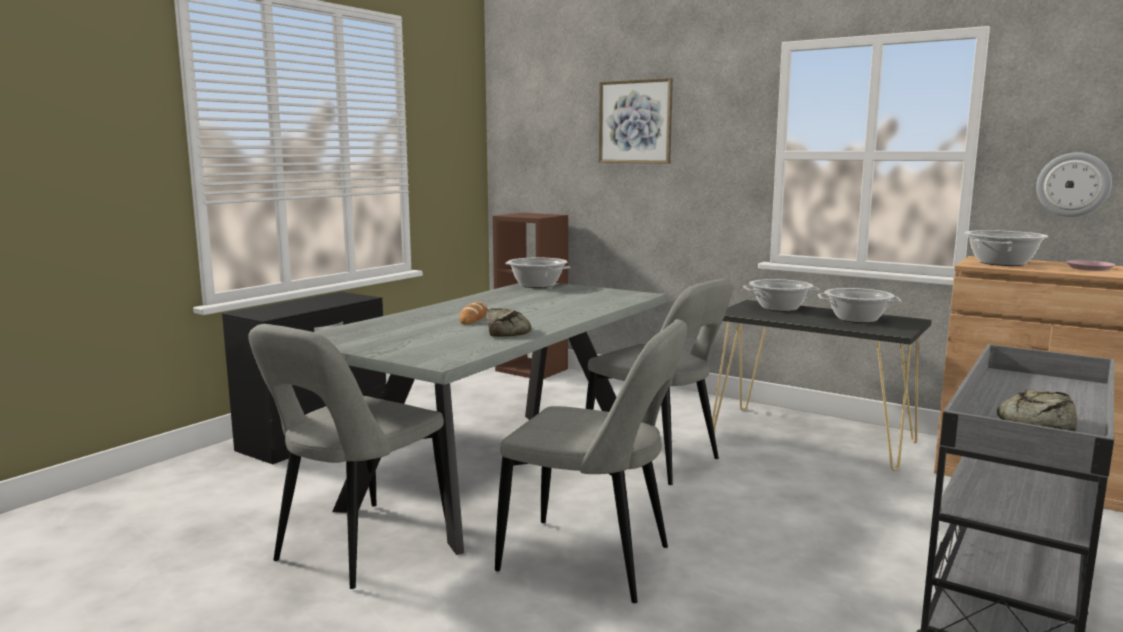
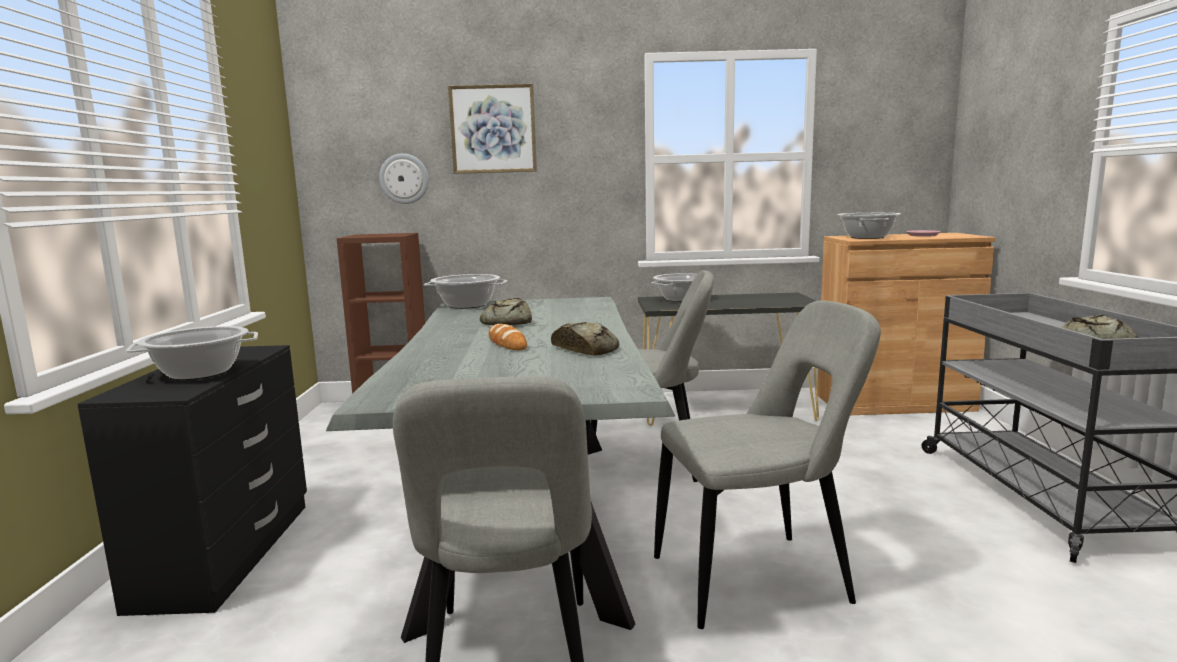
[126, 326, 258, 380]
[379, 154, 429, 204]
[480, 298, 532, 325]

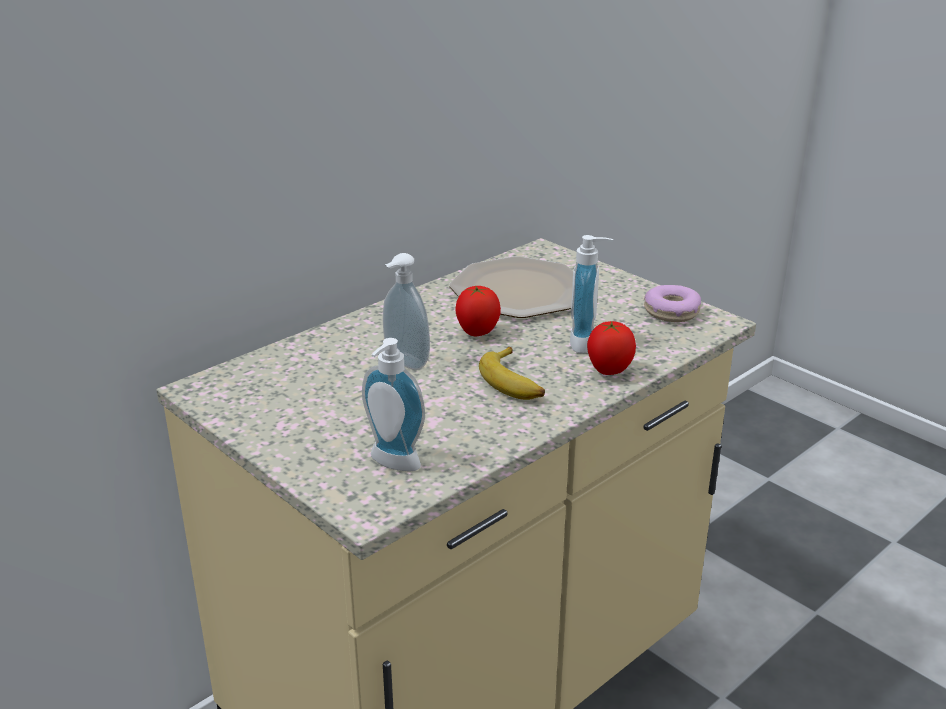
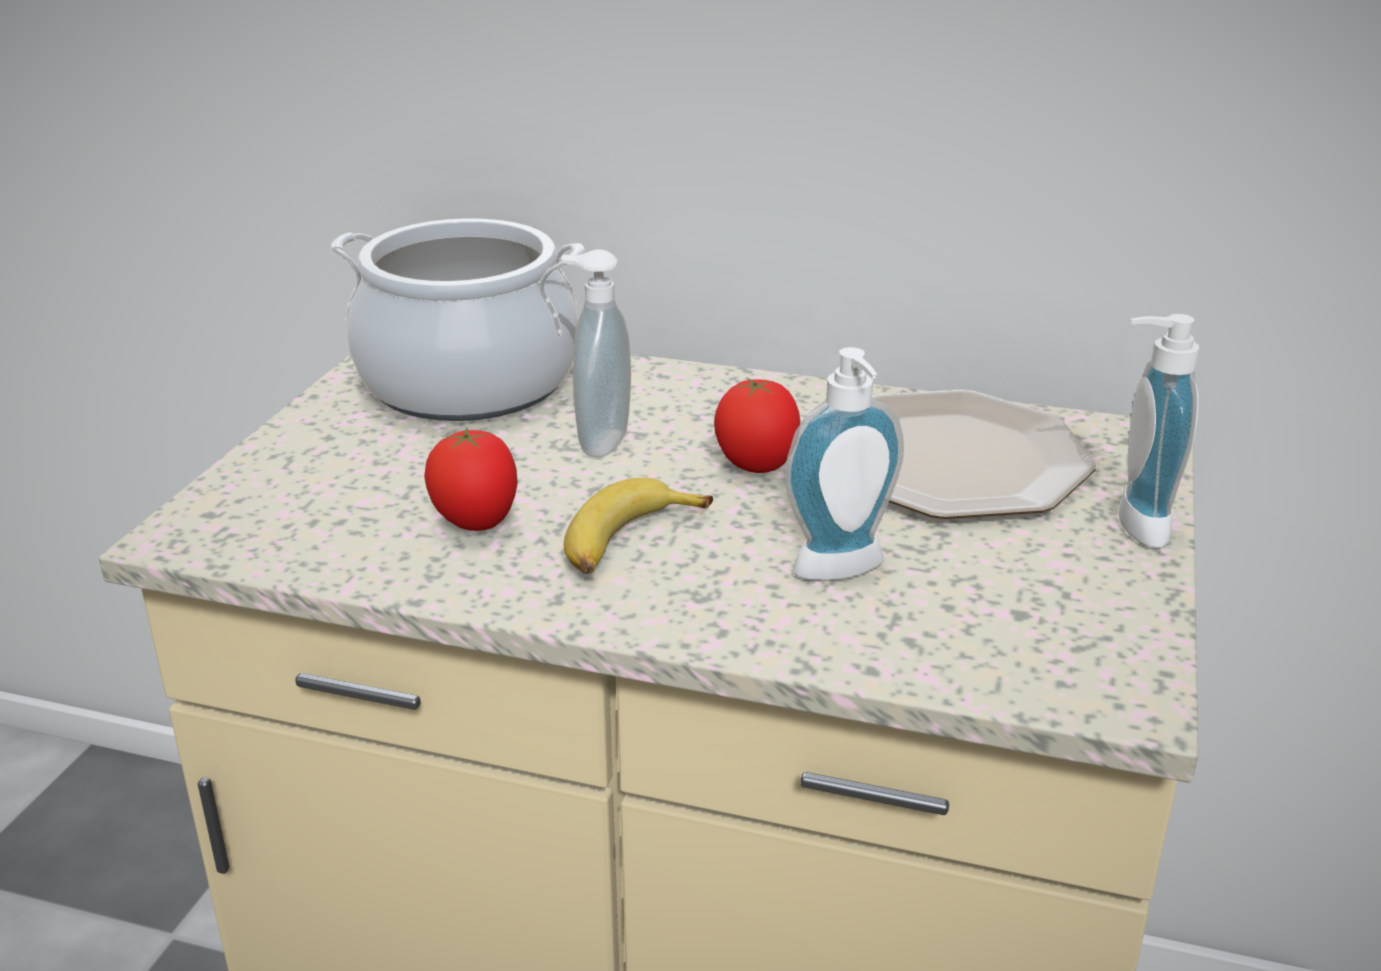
[1118, 314, 1199, 548]
[424, 427, 517, 531]
[644, 285, 701, 322] (first image)
[331, 218, 585, 421]

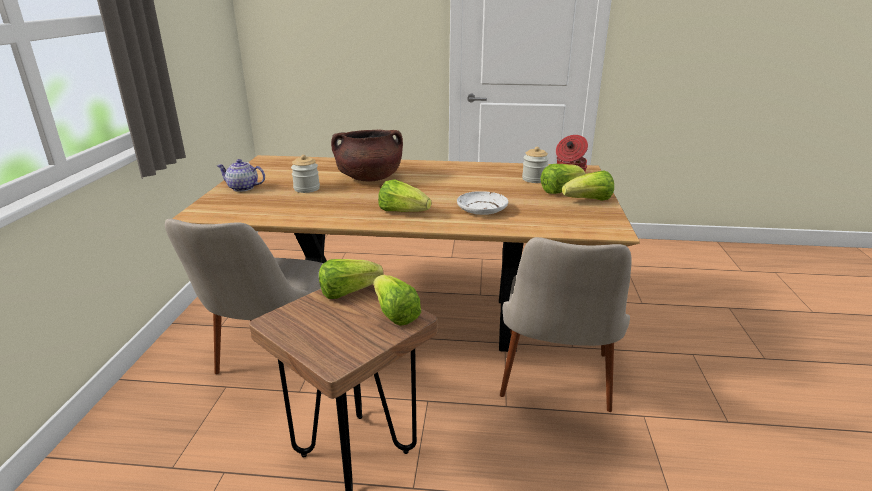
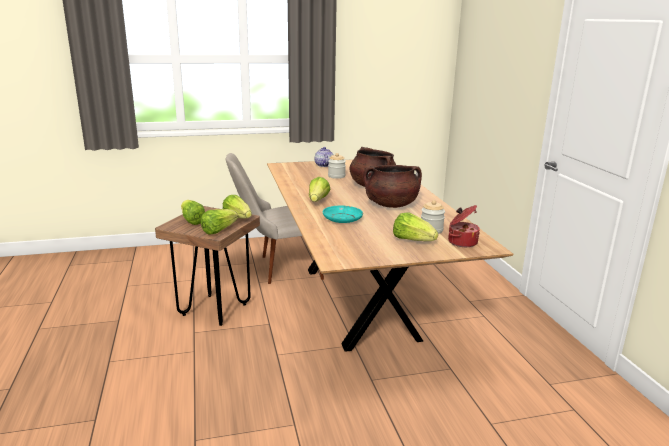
[323, 206, 363, 223]
[500, 237, 632, 412] (first image)
[181, 200, 205, 225]
[363, 165, 422, 208]

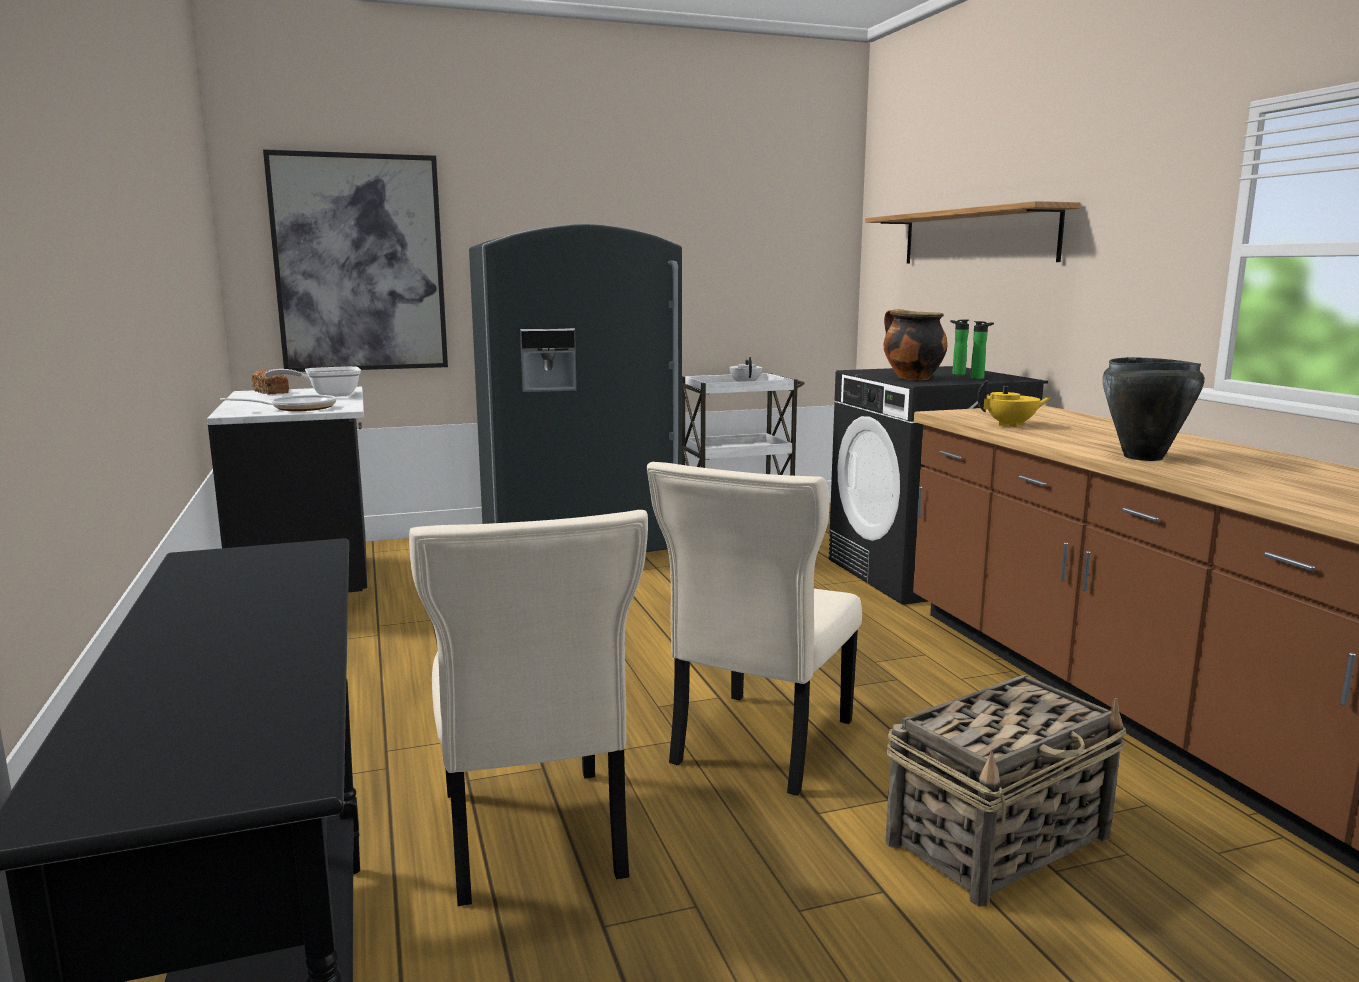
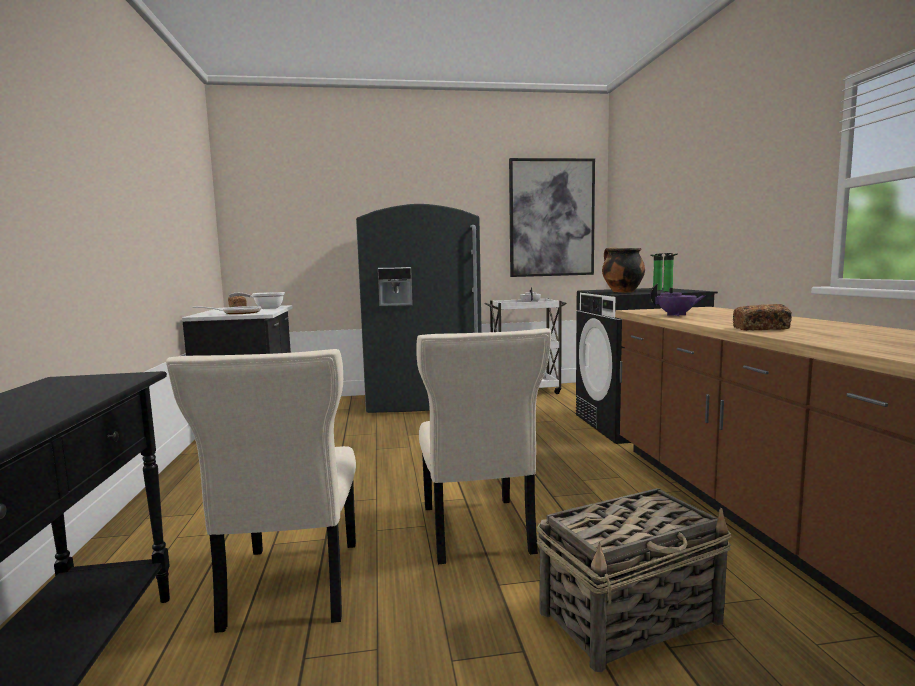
[509, 158, 595, 277]
[416, 328, 551, 564]
[865, 201, 1080, 263] (first image)
[650, 284, 705, 316]
[733, 304, 792, 331]

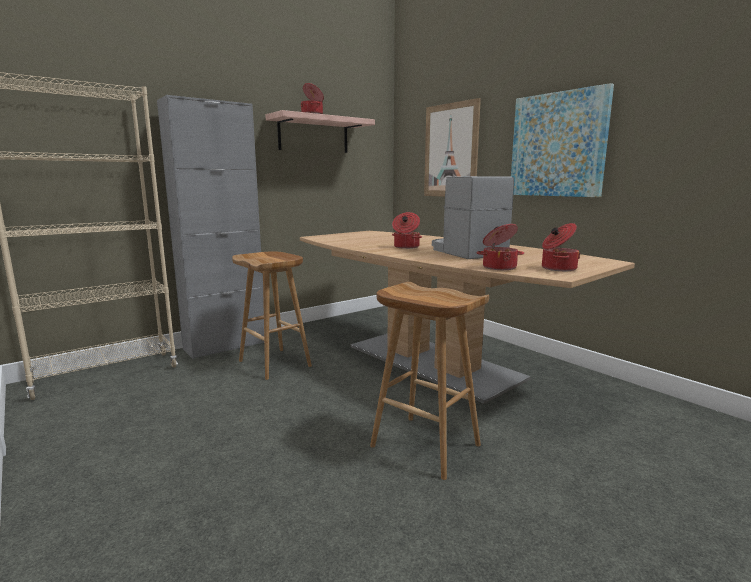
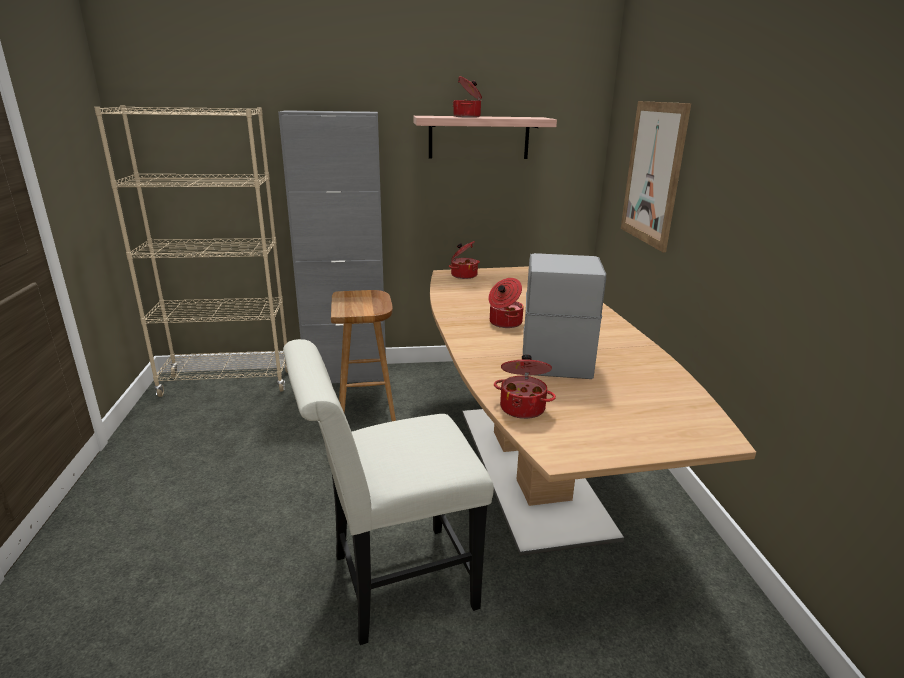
[283, 339, 494, 645]
[511, 83, 614, 197] (first image)
[449, 241, 480, 279]

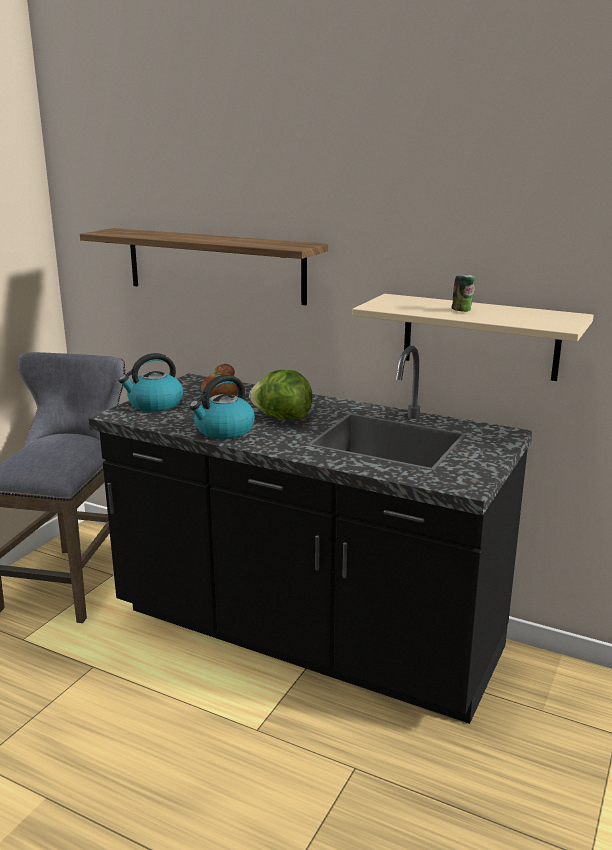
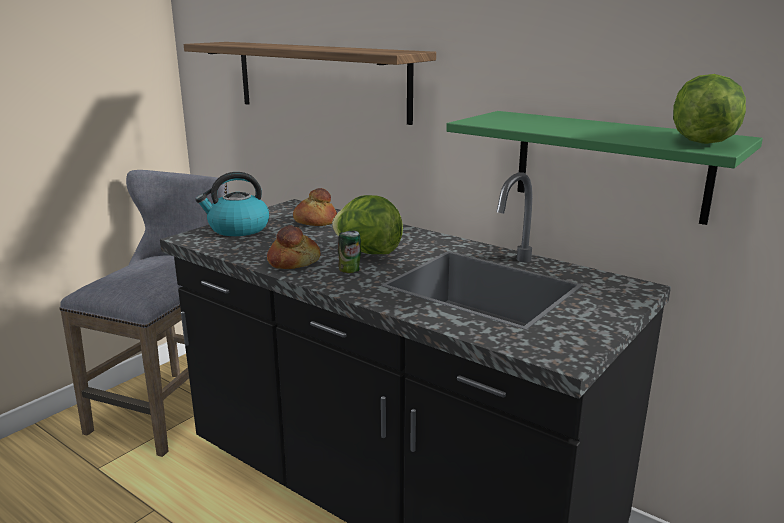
[267, 225, 321, 269]
[446, 111, 763, 225]
[338, 231, 361, 273]
[673, 74, 746, 144]

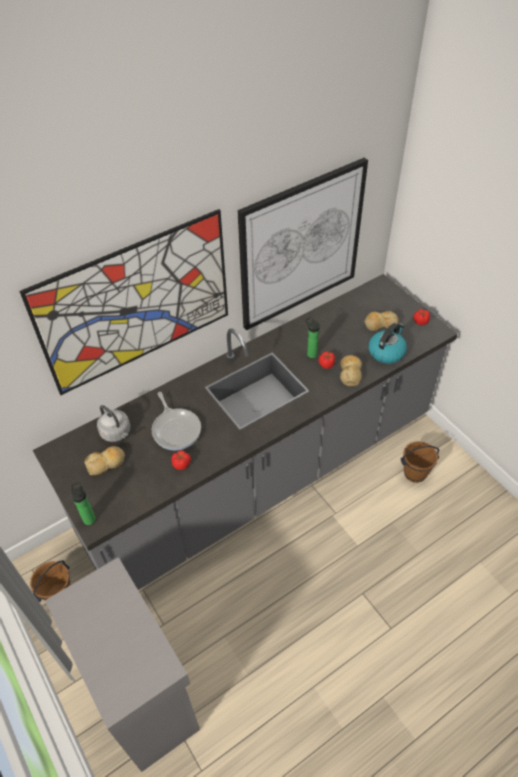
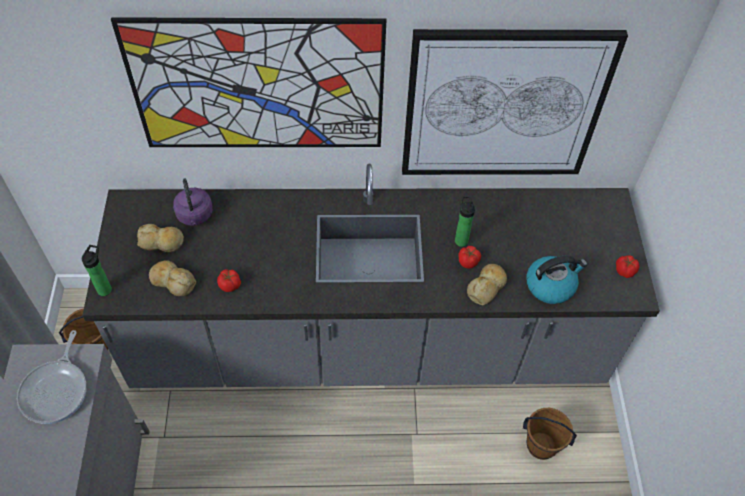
[173, 179, 213, 226]
[17, 330, 86, 424]
[149, 260, 196, 296]

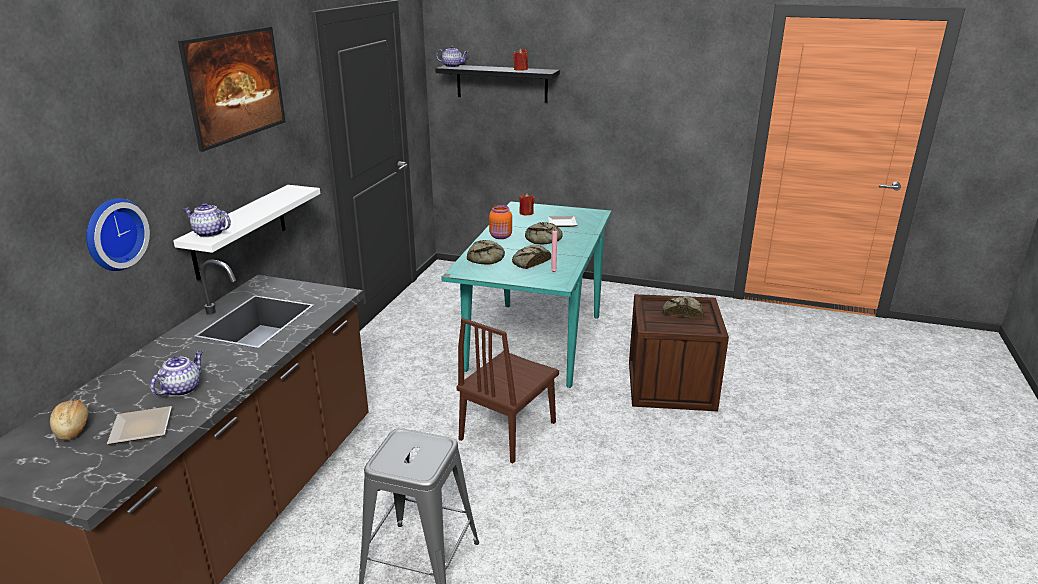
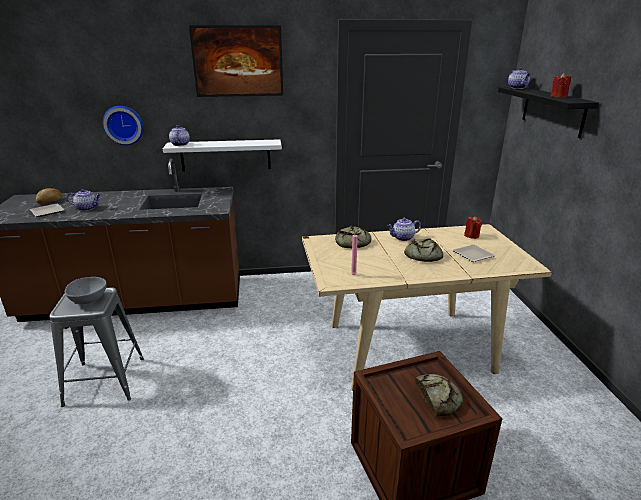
[302, 224, 552, 390]
[456, 318, 559, 463] (first image)
[387, 218, 421, 241]
[512, 245, 551, 269] (first image)
[65, 277, 107, 304]

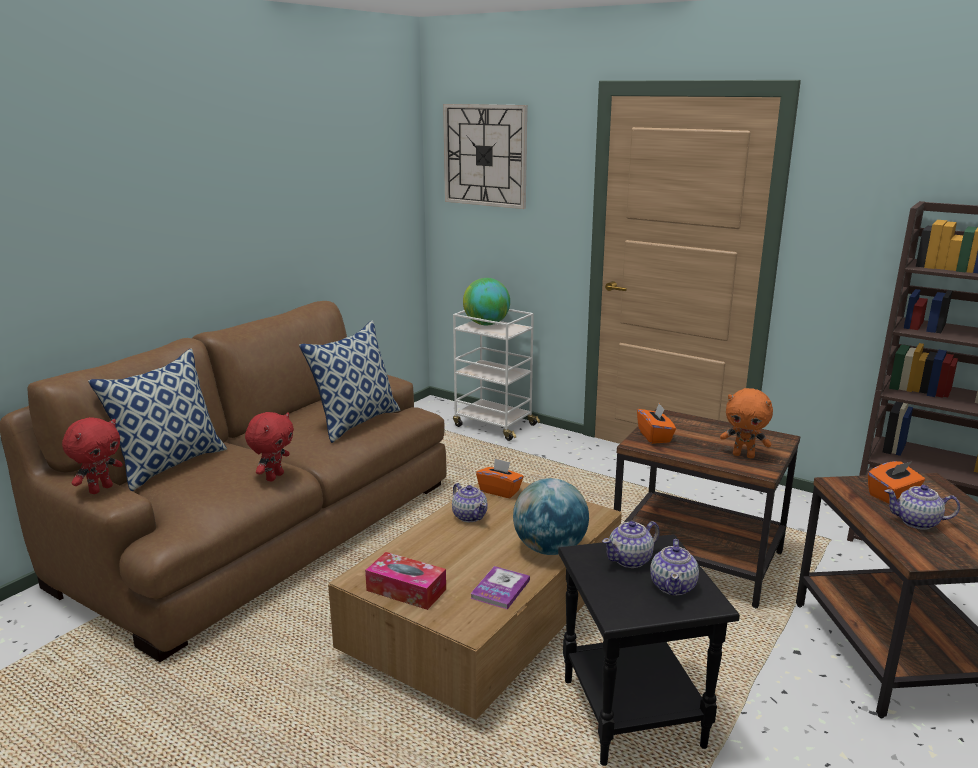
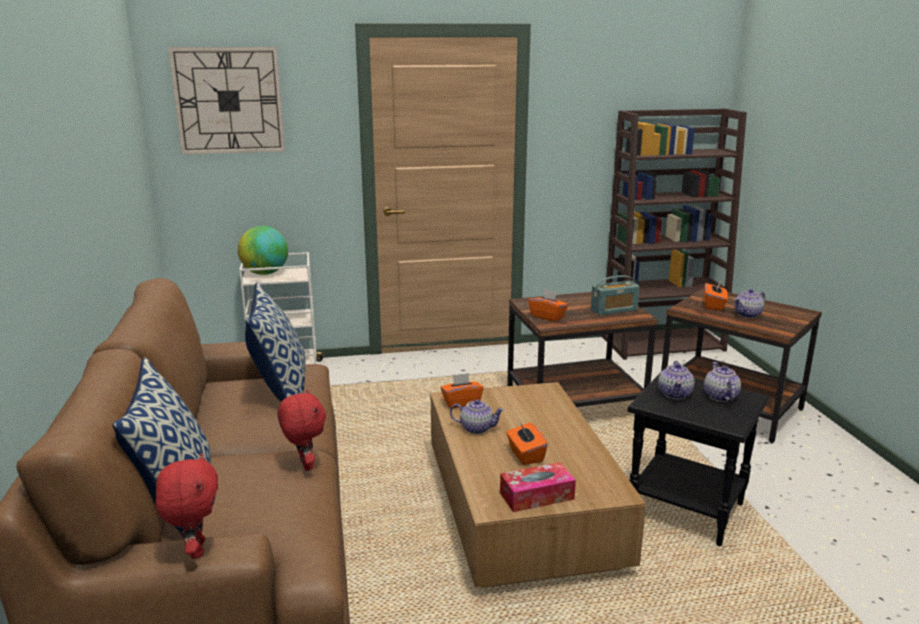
[470, 566, 530, 610] (first image)
[513, 478, 589, 555] (first image)
[704, 362, 741, 402]
[591, 275, 639, 316]
[506, 422, 548, 465]

